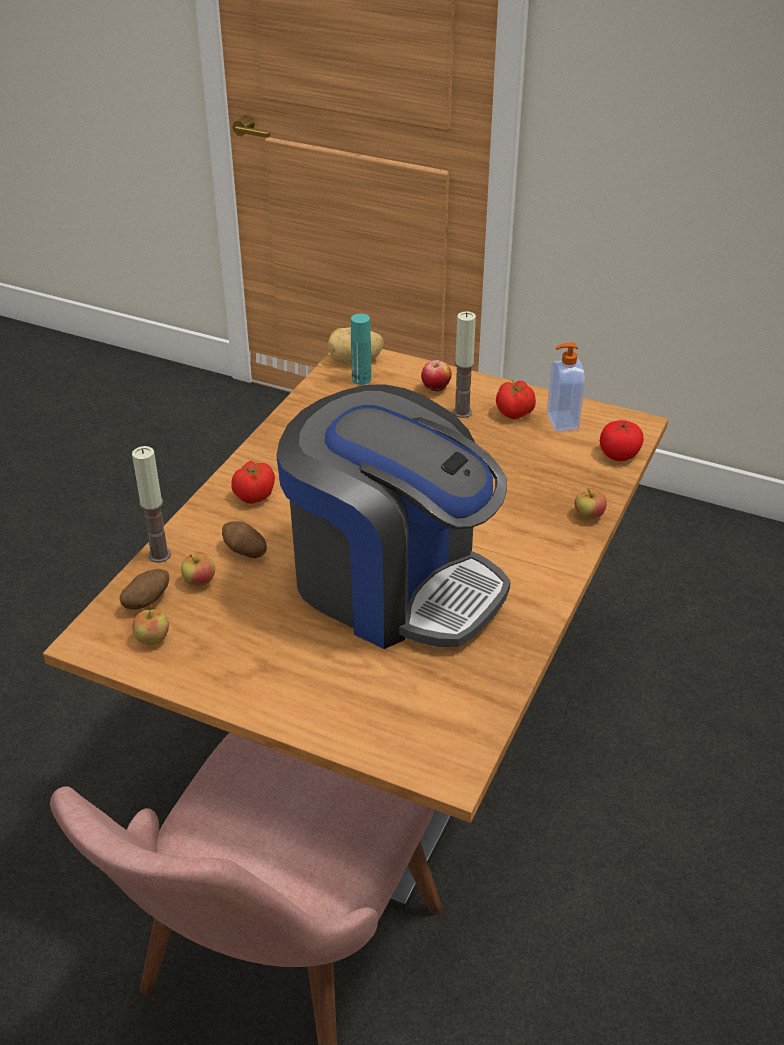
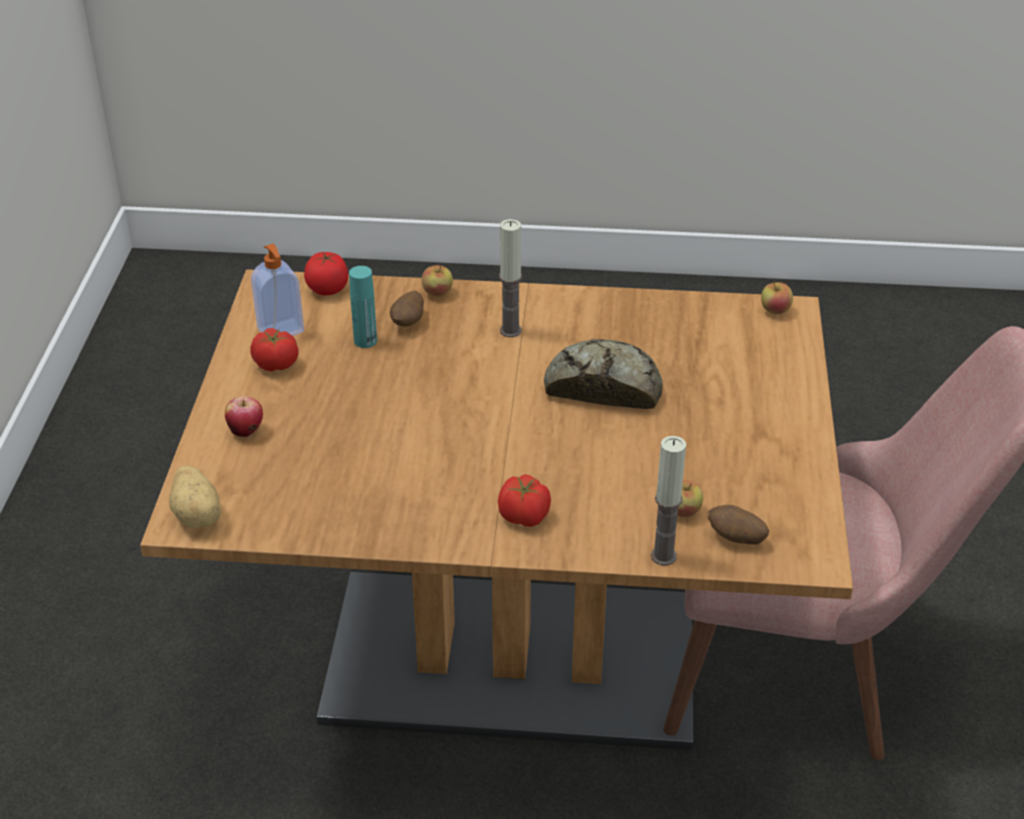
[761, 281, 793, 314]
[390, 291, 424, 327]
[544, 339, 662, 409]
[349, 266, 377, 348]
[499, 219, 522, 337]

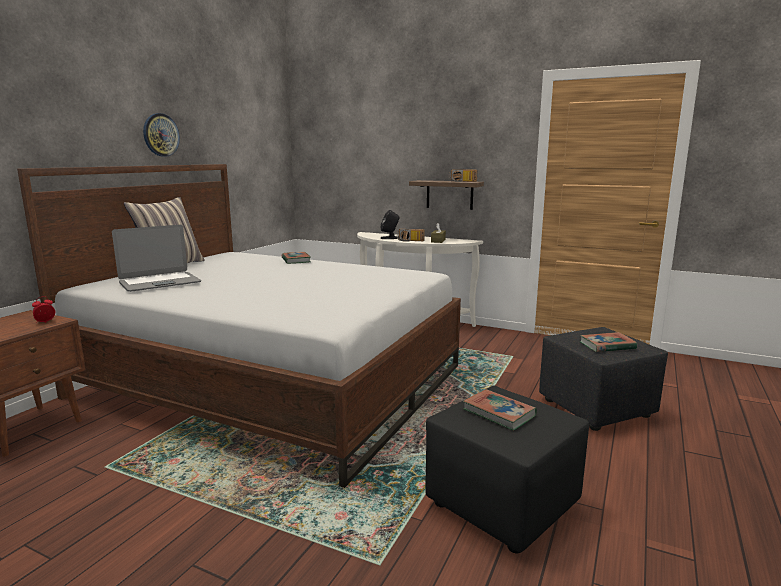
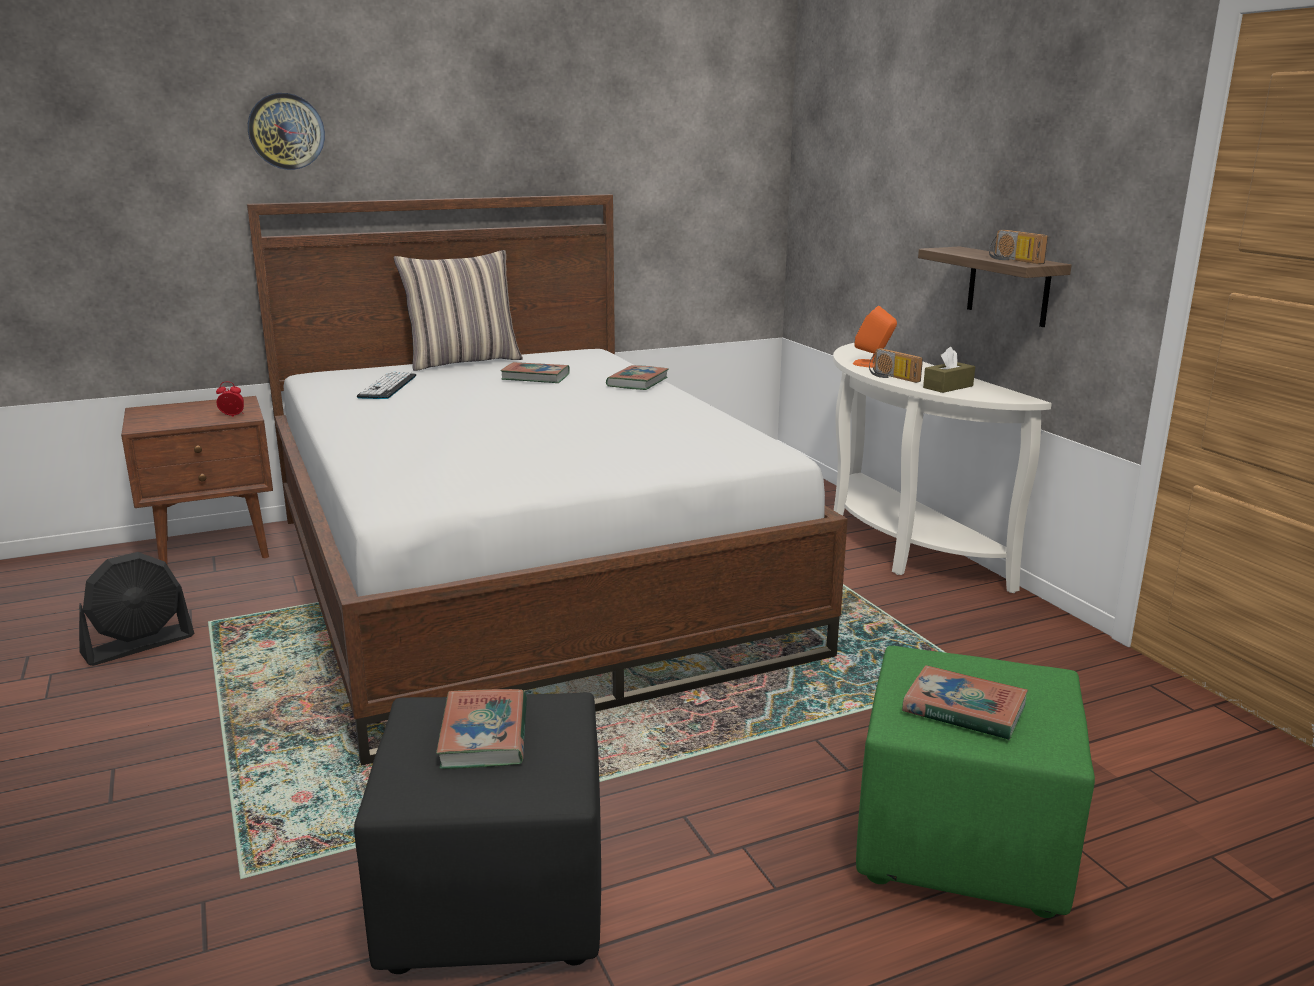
[357, 372, 416, 399]
[248, 93, 325, 170]
[853, 306, 897, 368]
[856, 646, 1095, 918]
[79, 552, 194, 666]
[501, 362, 570, 383]

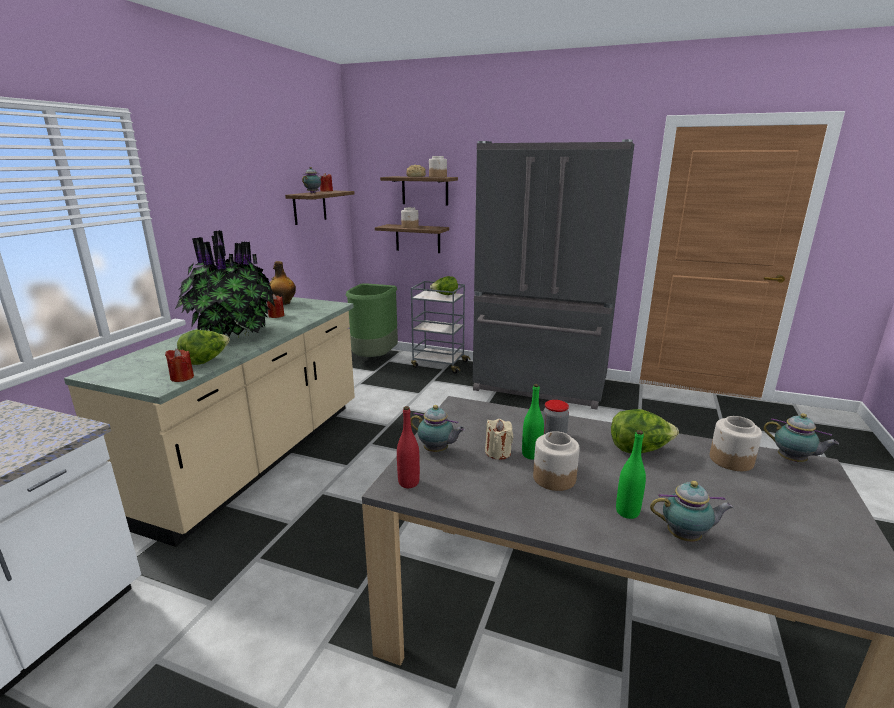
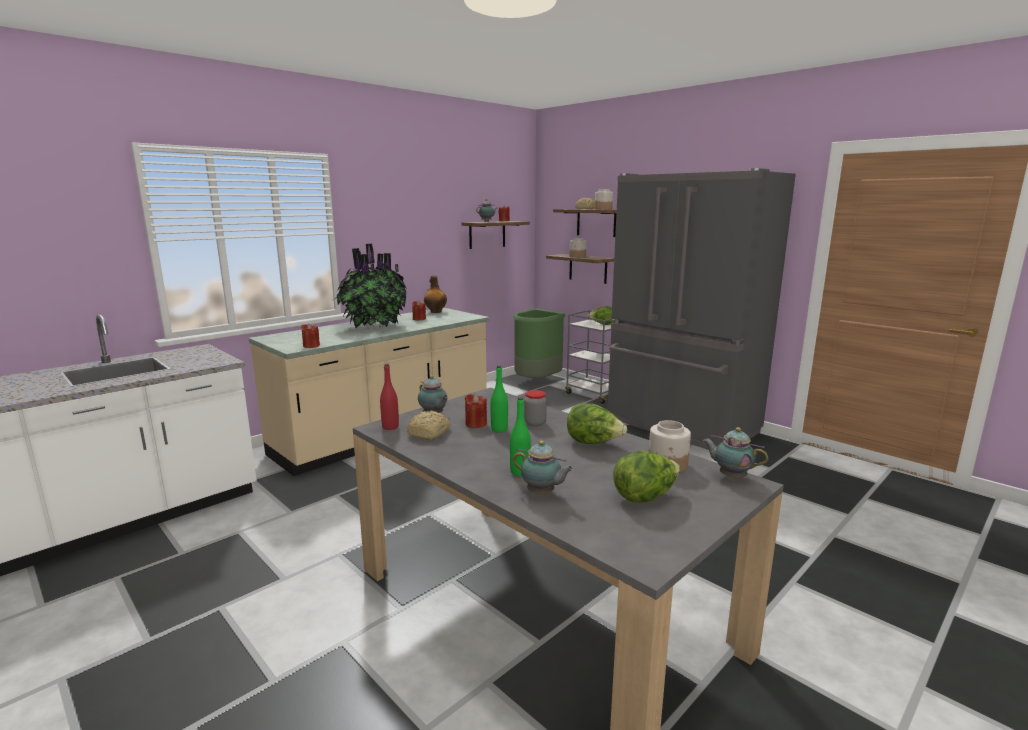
[613, 450, 680, 503]
[465, 394, 487, 428]
[533, 431, 580, 491] (first image)
[703, 427, 768, 479]
[407, 411, 450, 439]

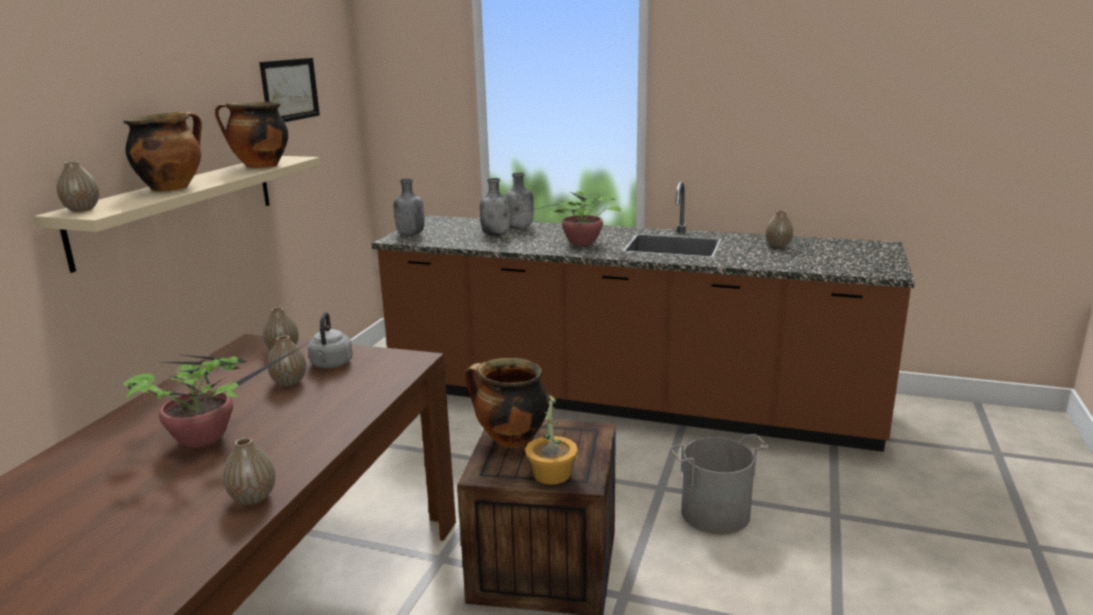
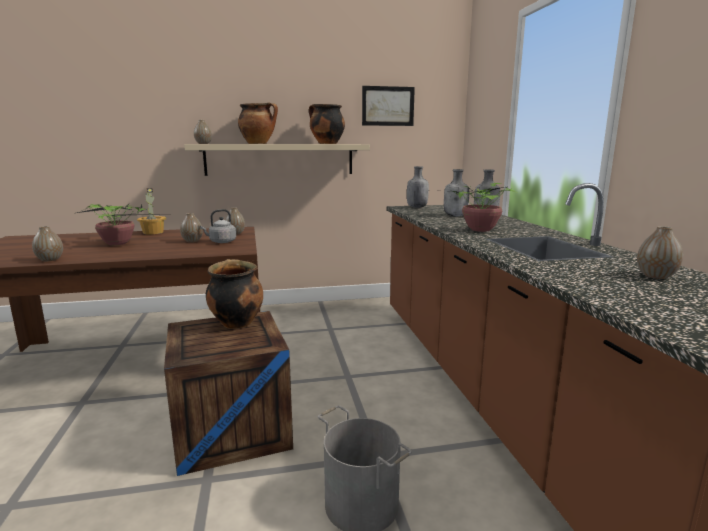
[137, 188, 166, 234]

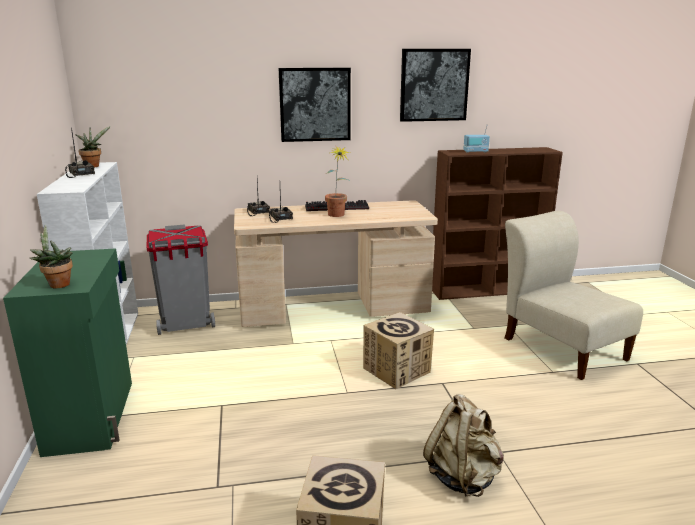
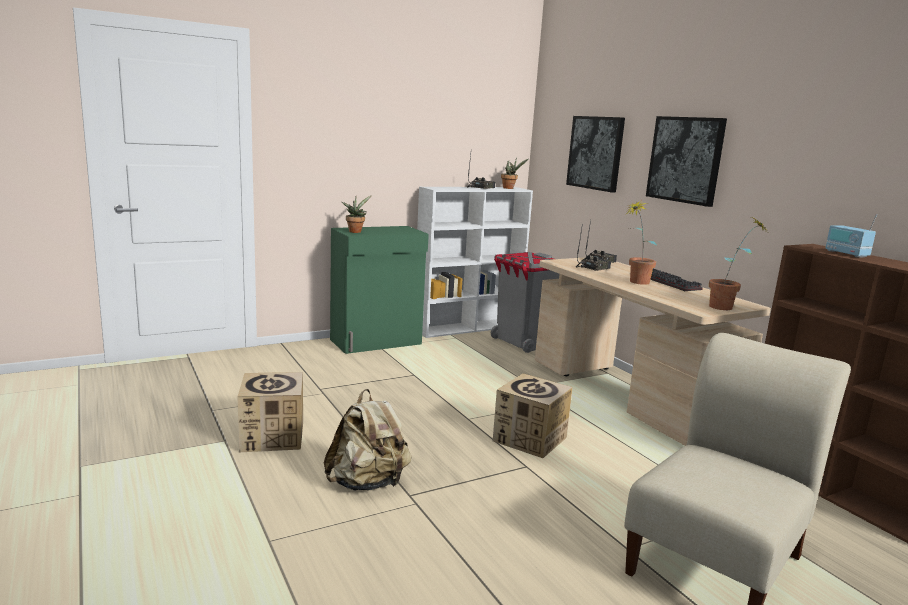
[566, 116, 625, 193]
[709, 217, 766, 310]

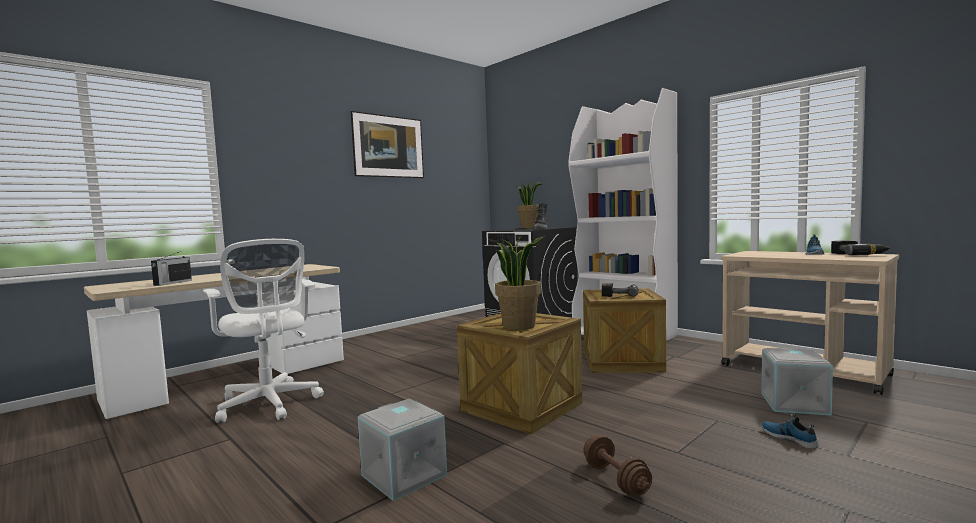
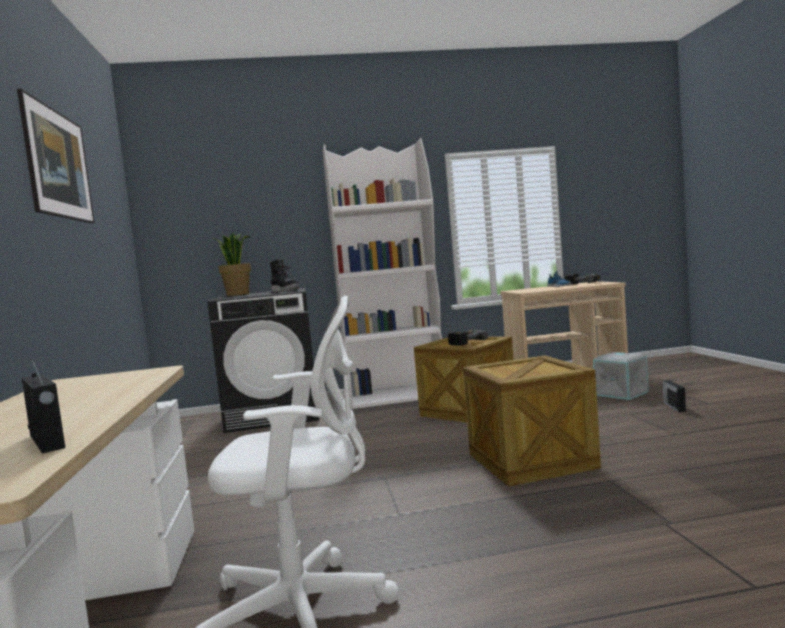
[358, 399, 447, 501] (first image)
[495, 235, 545, 330] (first image)
[583, 435, 652, 496] (first image)
[663, 380, 686, 412]

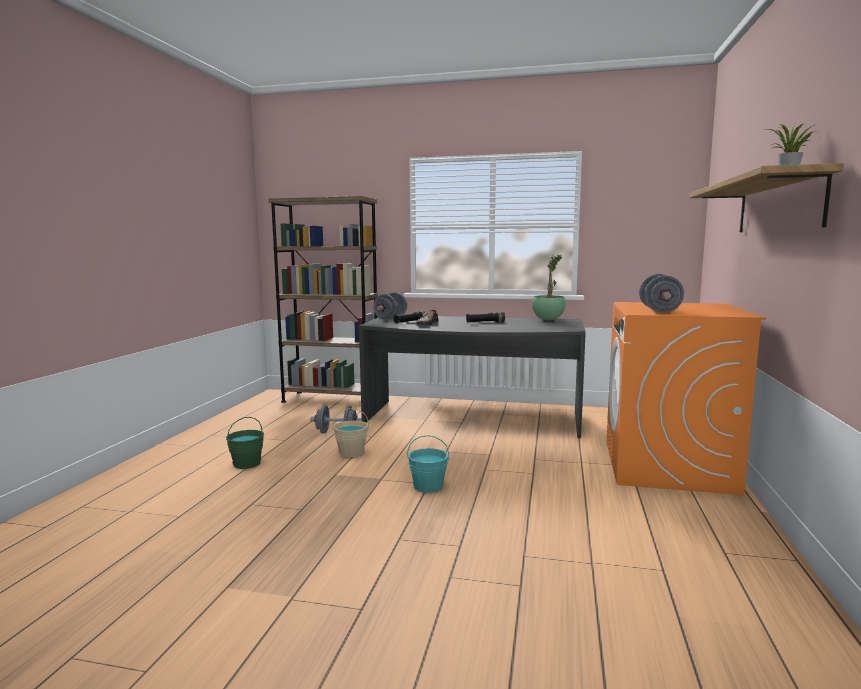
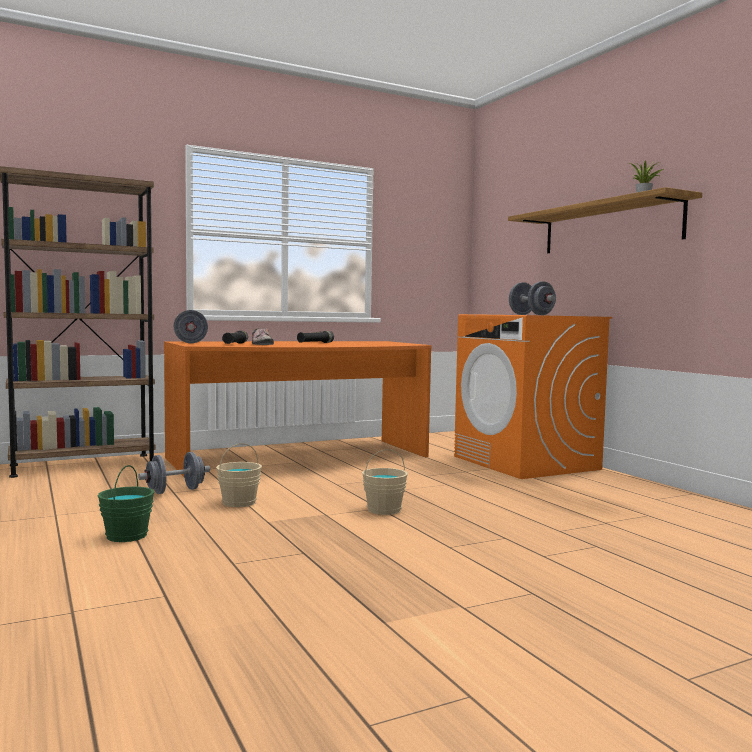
[164, 341, 432, 477]
[362, 449, 408, 515]
[532, 255, 566, 321] (first image)

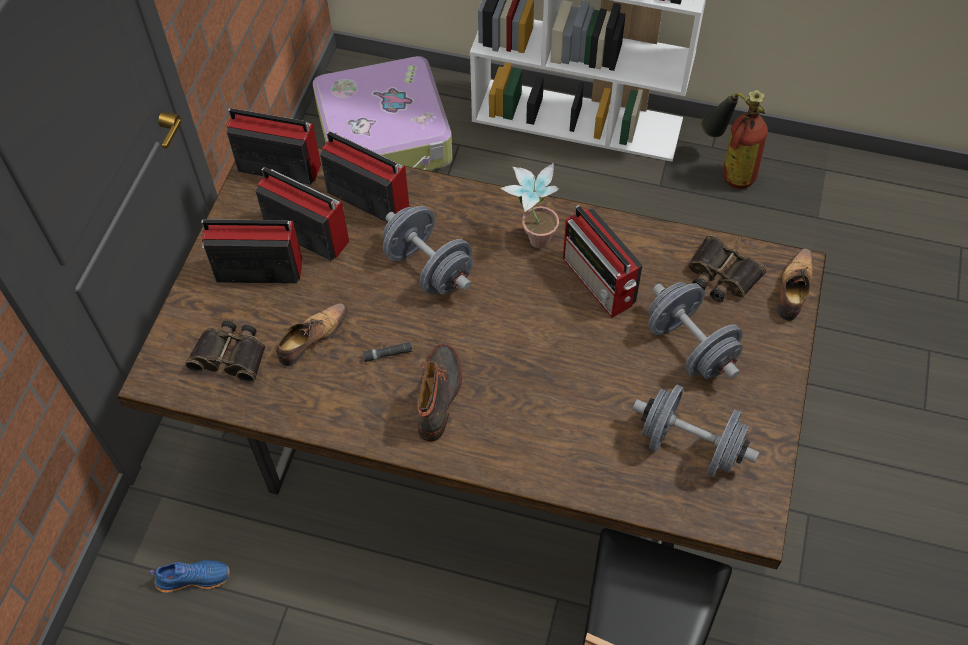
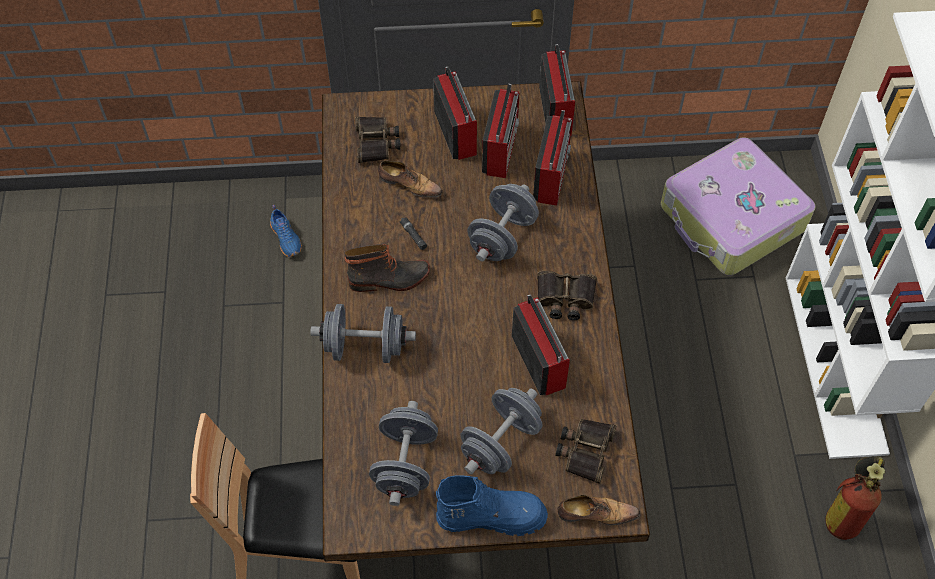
[537, 271, 597, 320]
[512, 294, 570, 395]
[310, 304, 416, 363]
[436, 475, 548, 536]

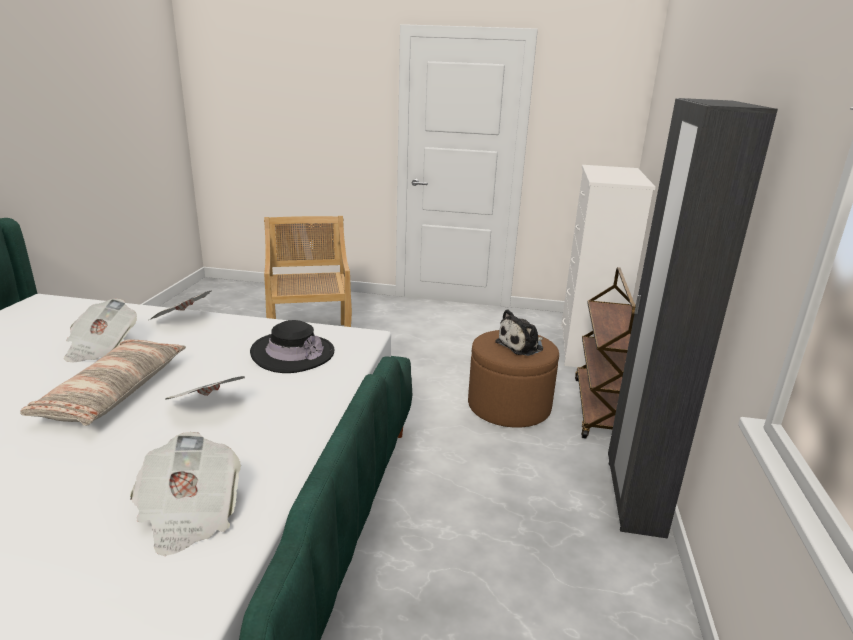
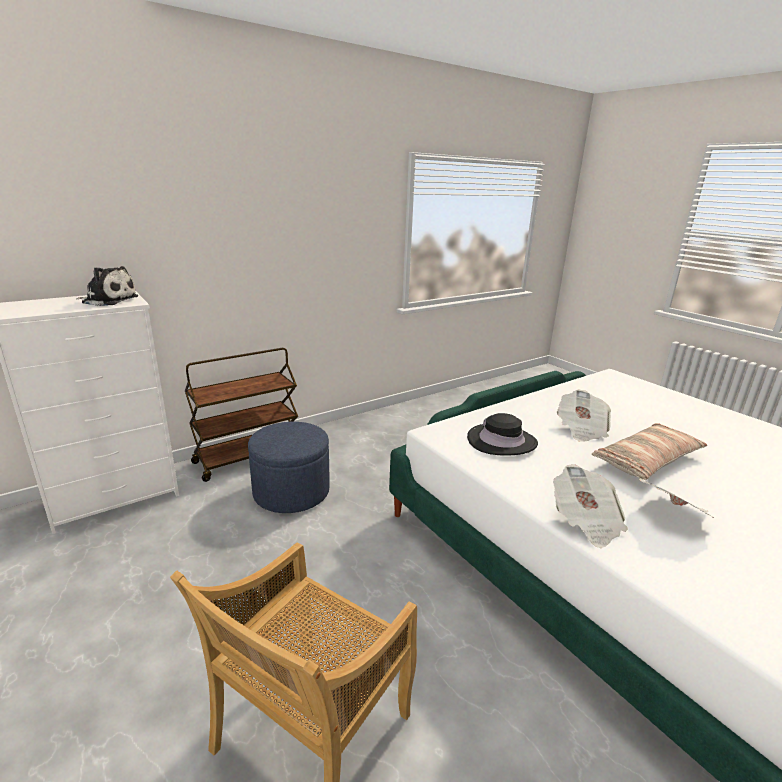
[130, 432, 241, 556] (first image)
[248, 422, 330, 513]
[76, 266, 138, 306]
[608, 98, 778, 539] (first image)

